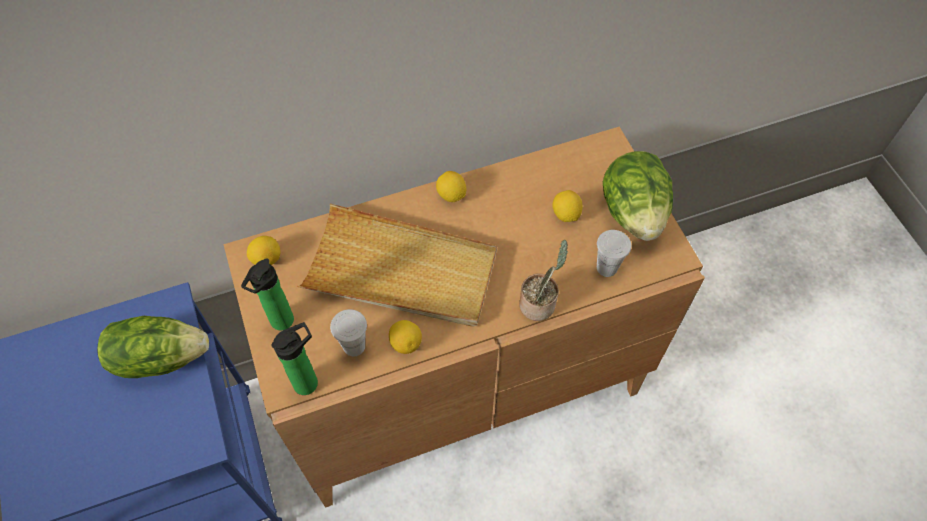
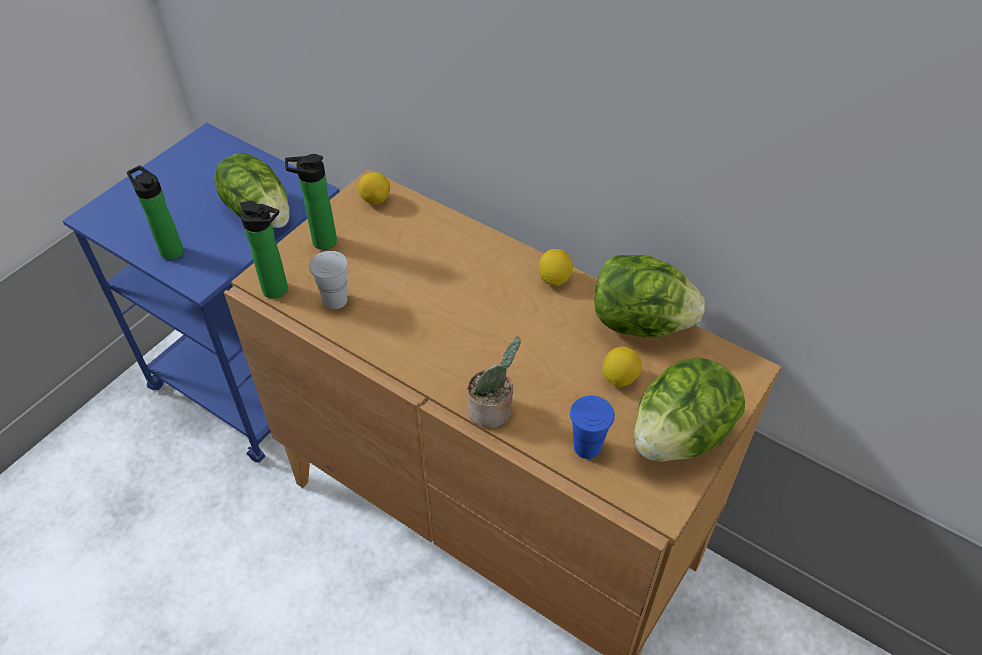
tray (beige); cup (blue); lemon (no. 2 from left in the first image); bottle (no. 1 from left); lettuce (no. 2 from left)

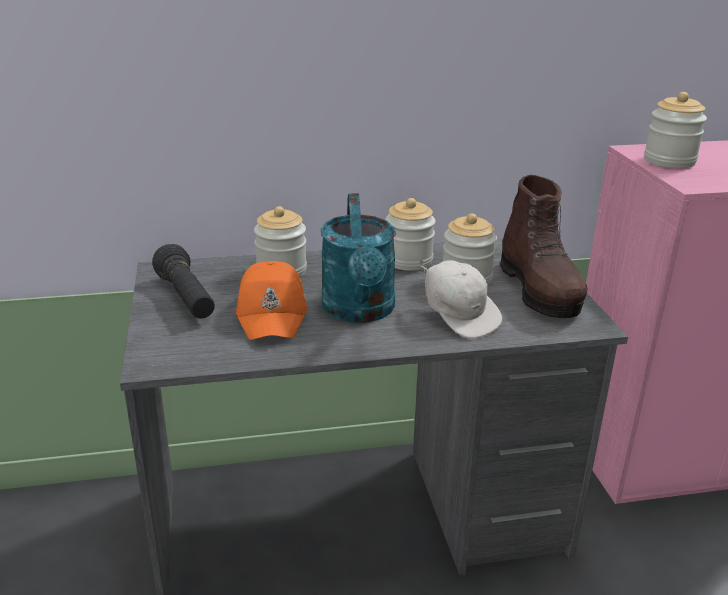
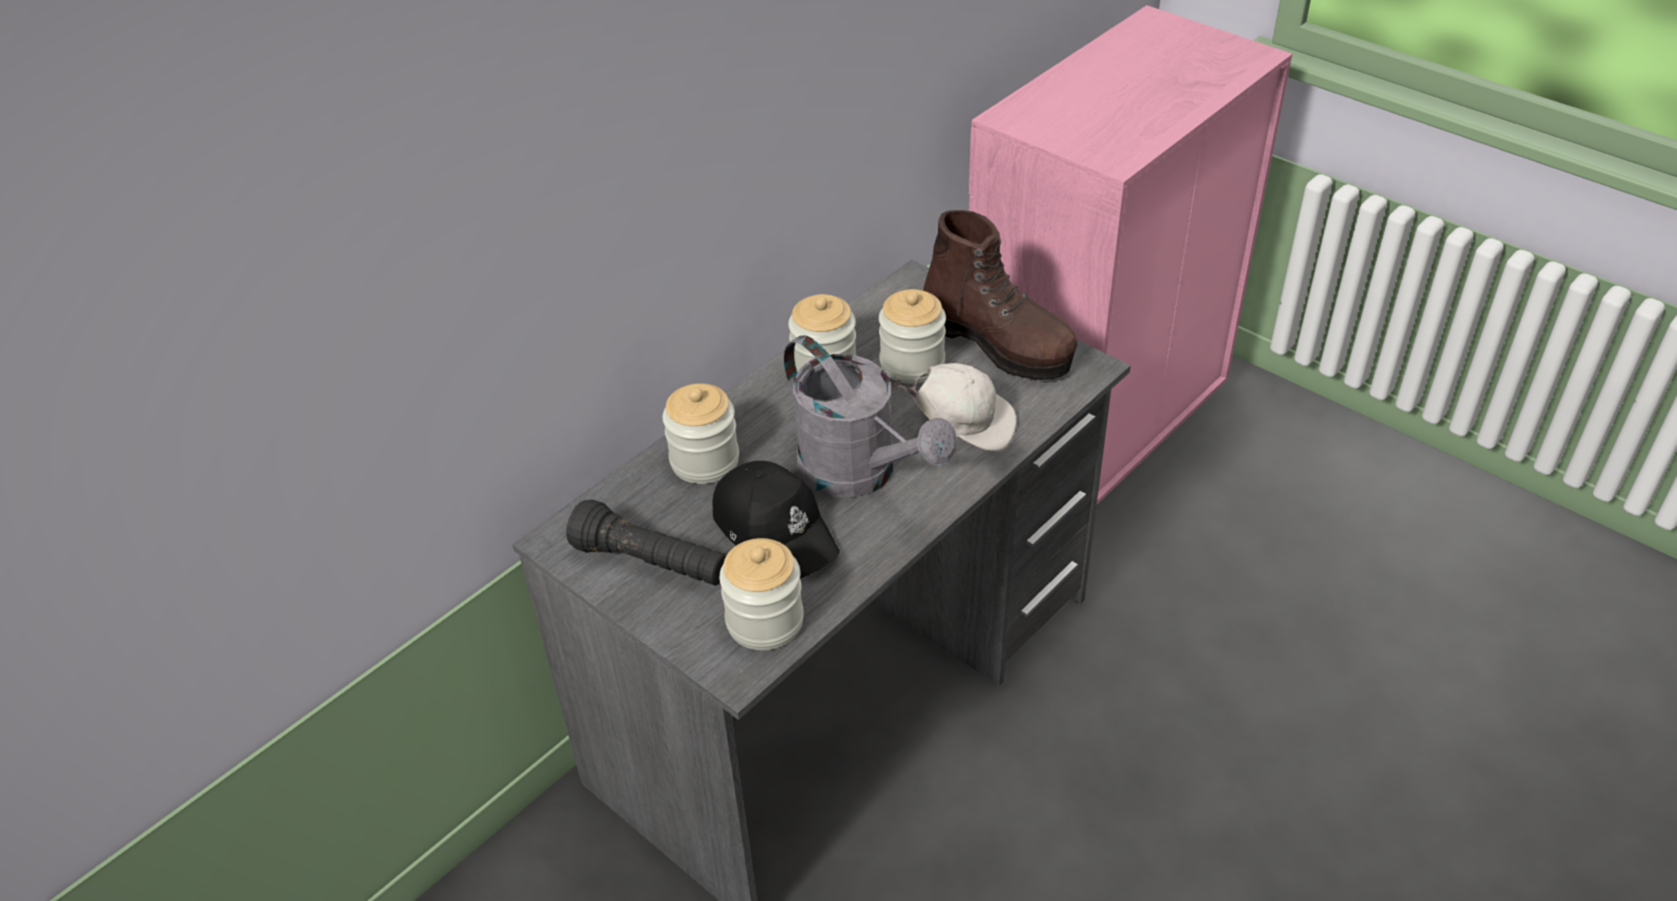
jar (no. 2 from left); watering can (grey); cap (black)

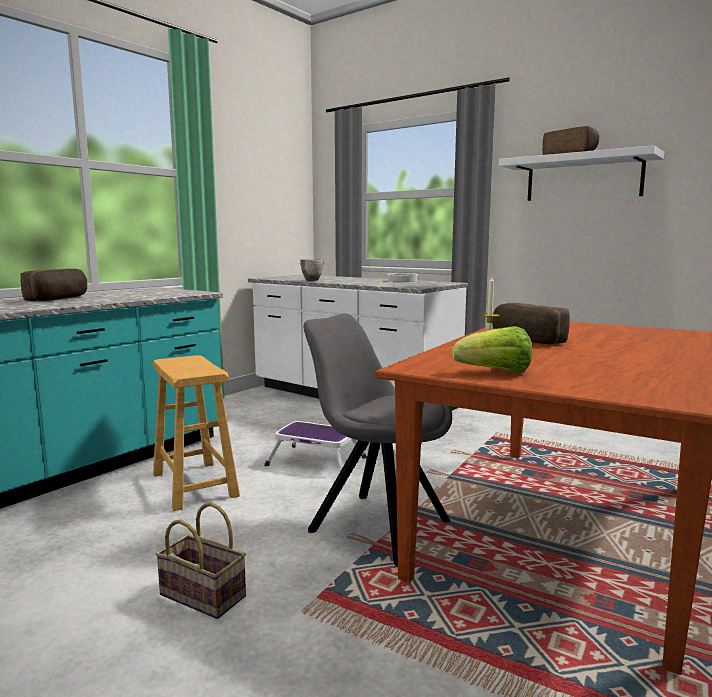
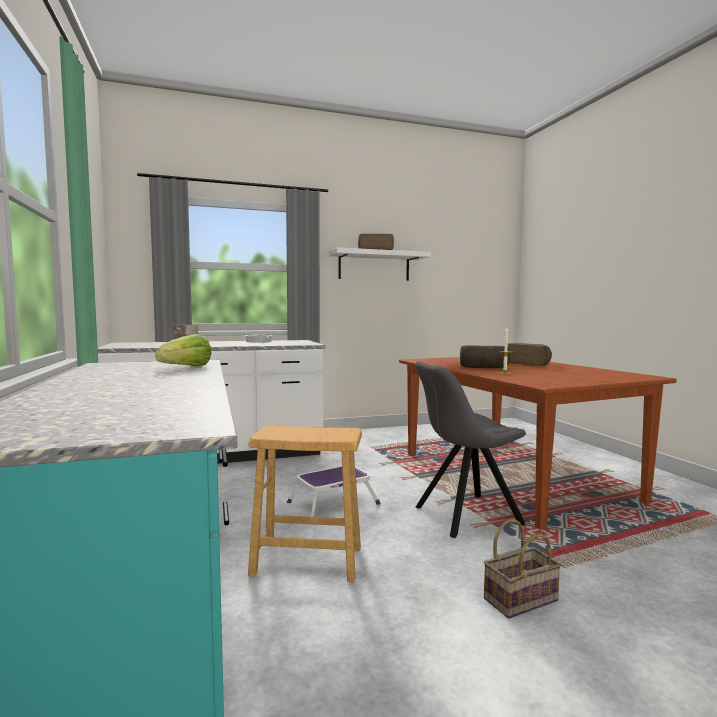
bread (no. 3 from left); lettuce

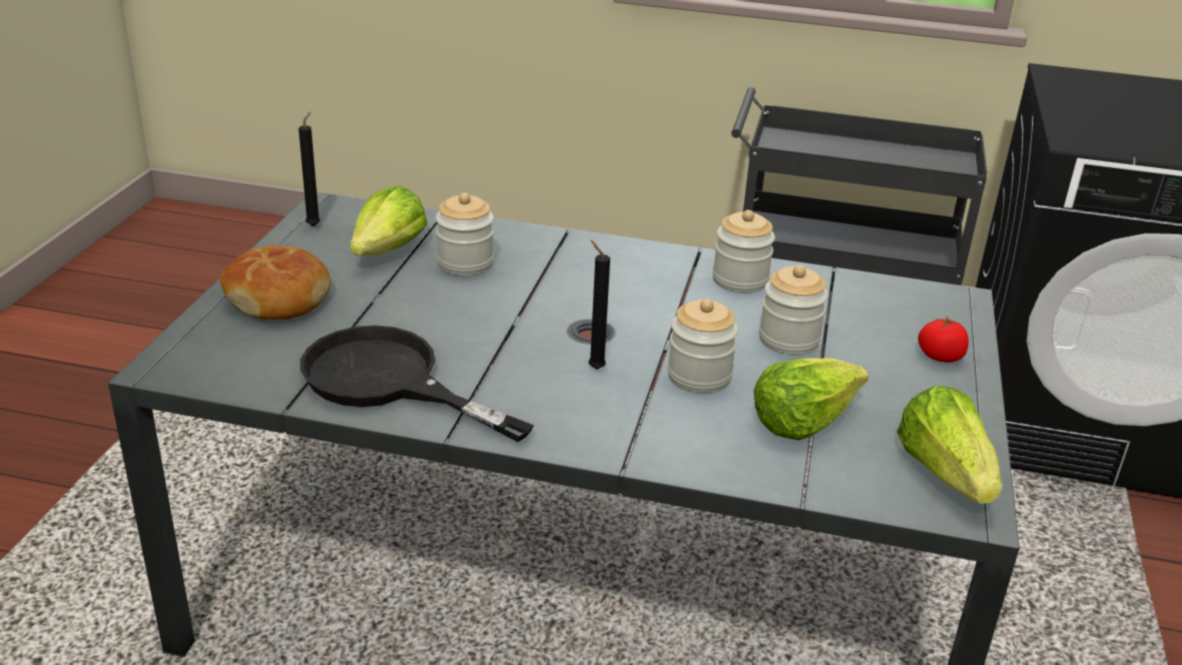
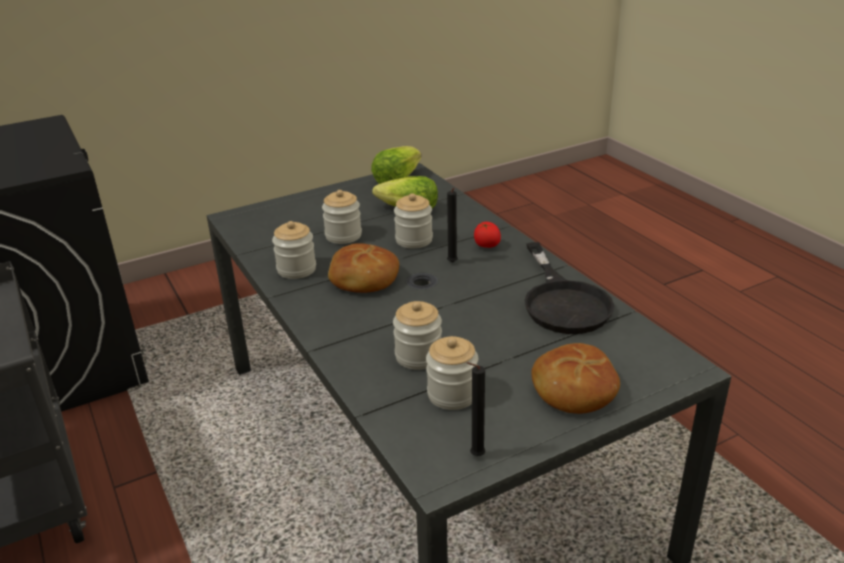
jar (no. 5 from left); tomato; bread (no. 1 from left)

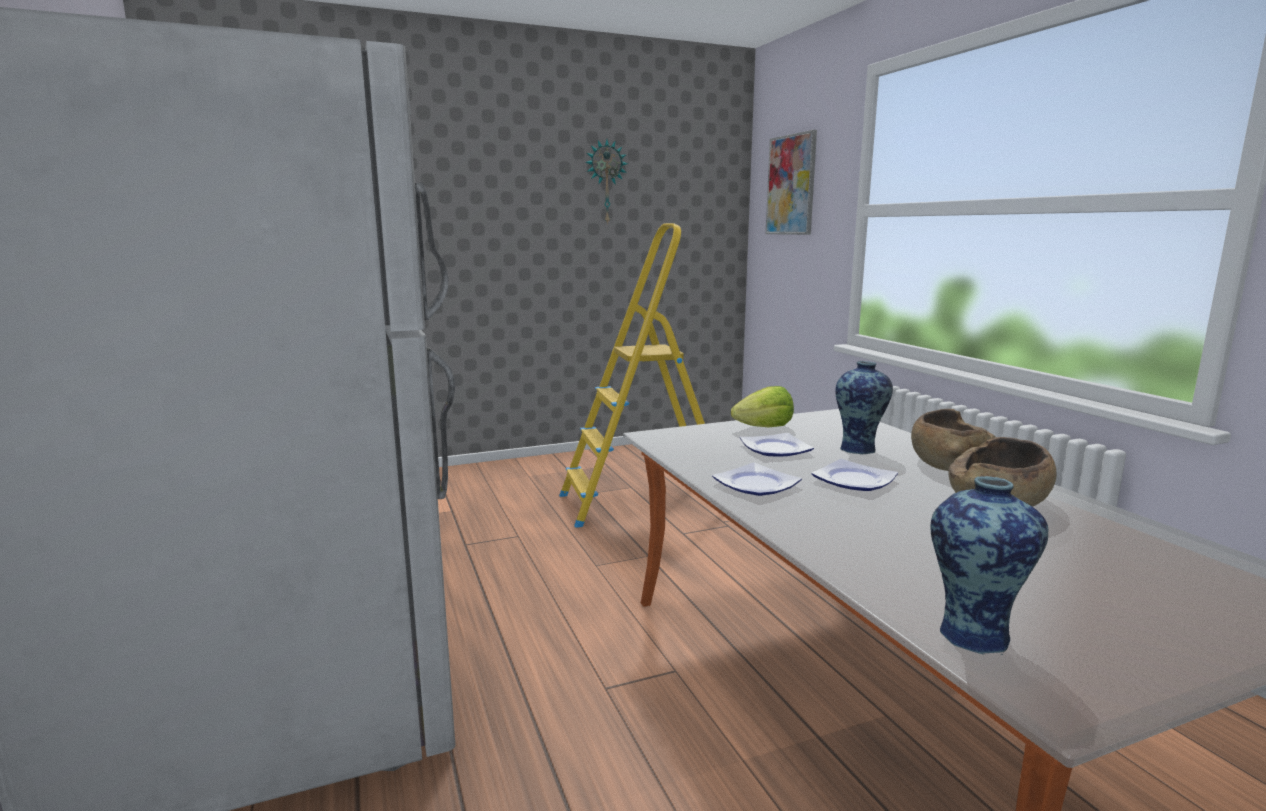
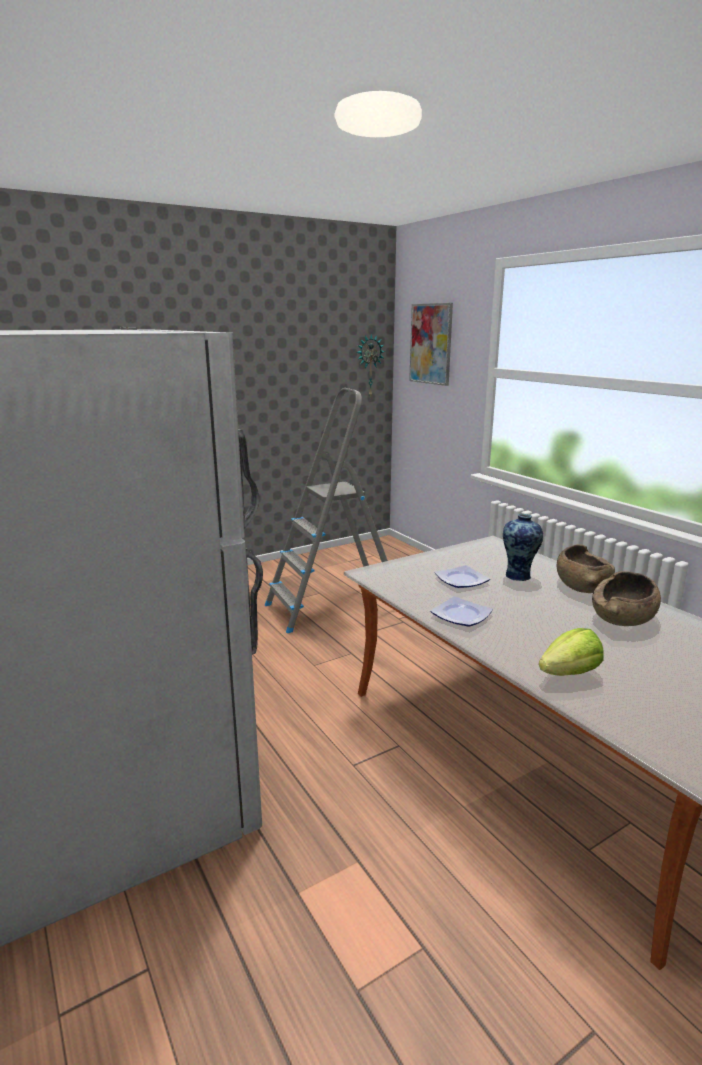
wall clock; step ladder (grey); lettuce; plate (no. 3 from left in the first image); vase (no. 2 from left in the first image)

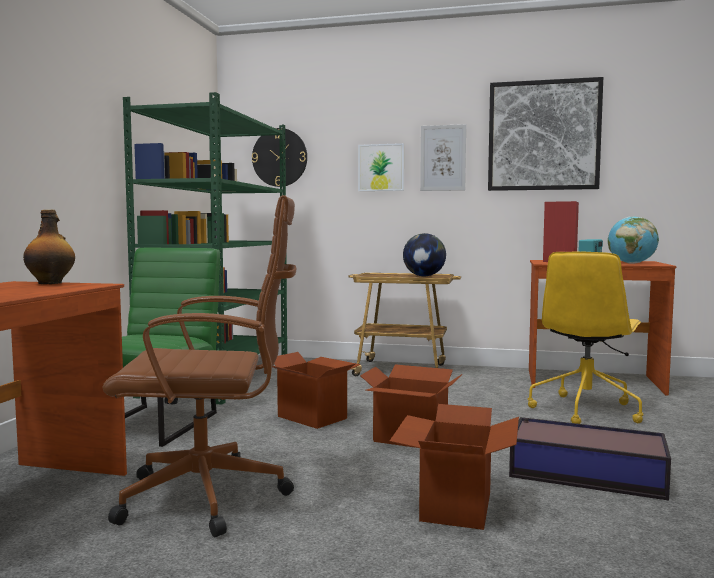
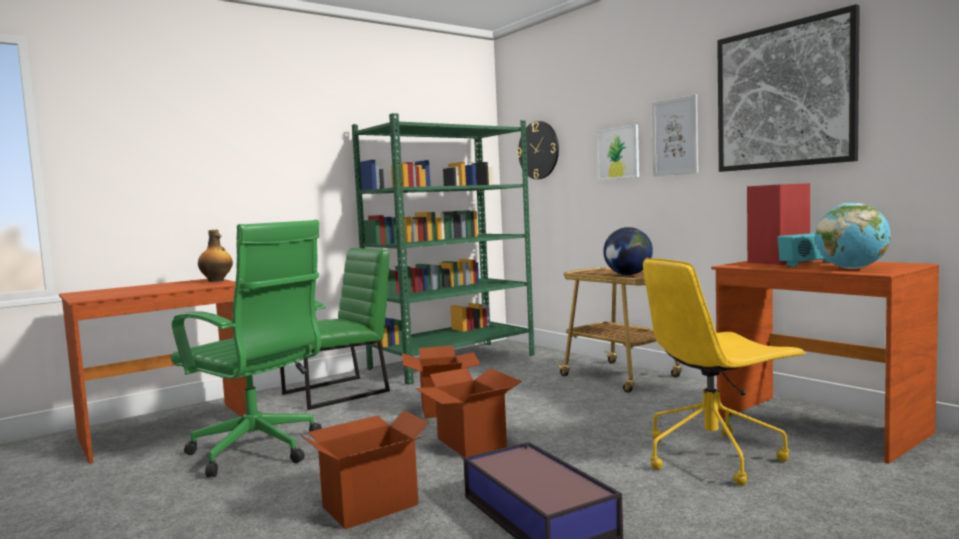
office chair (green)

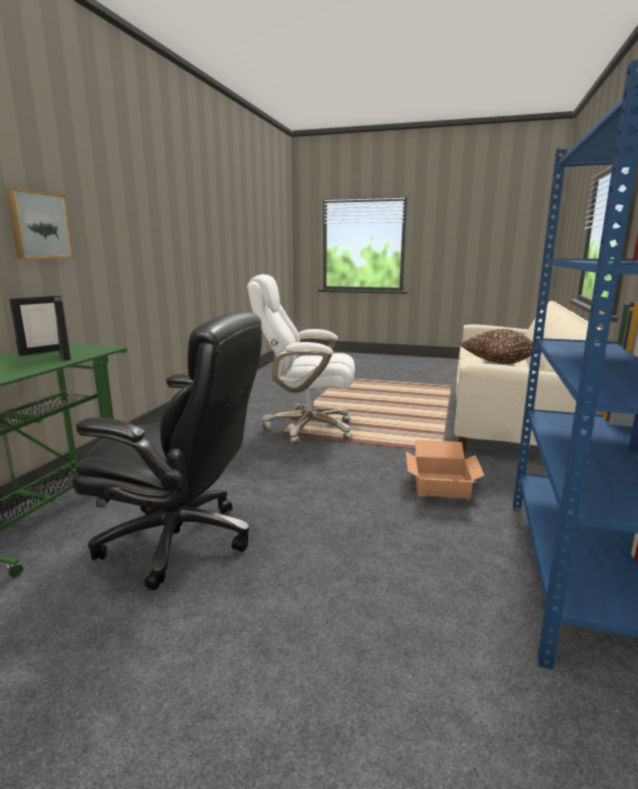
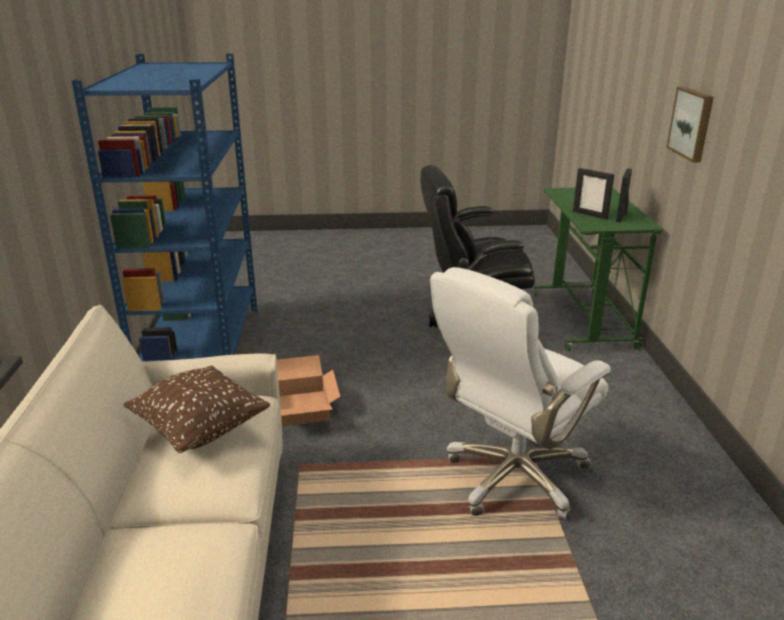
office chair (white)

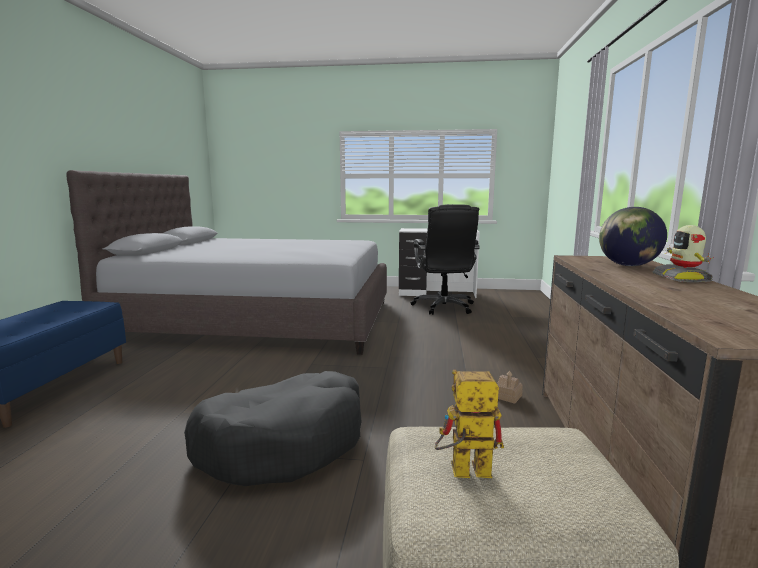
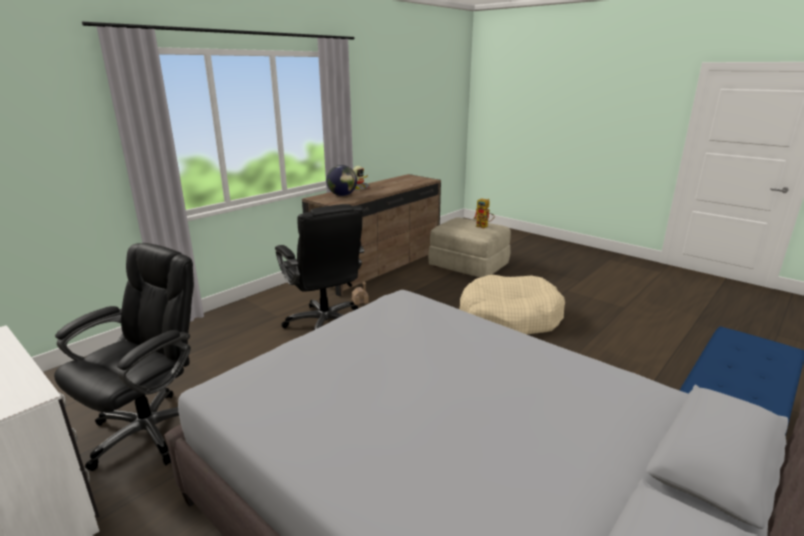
dog bed (beige); office chair (black) (no. 2 from left)

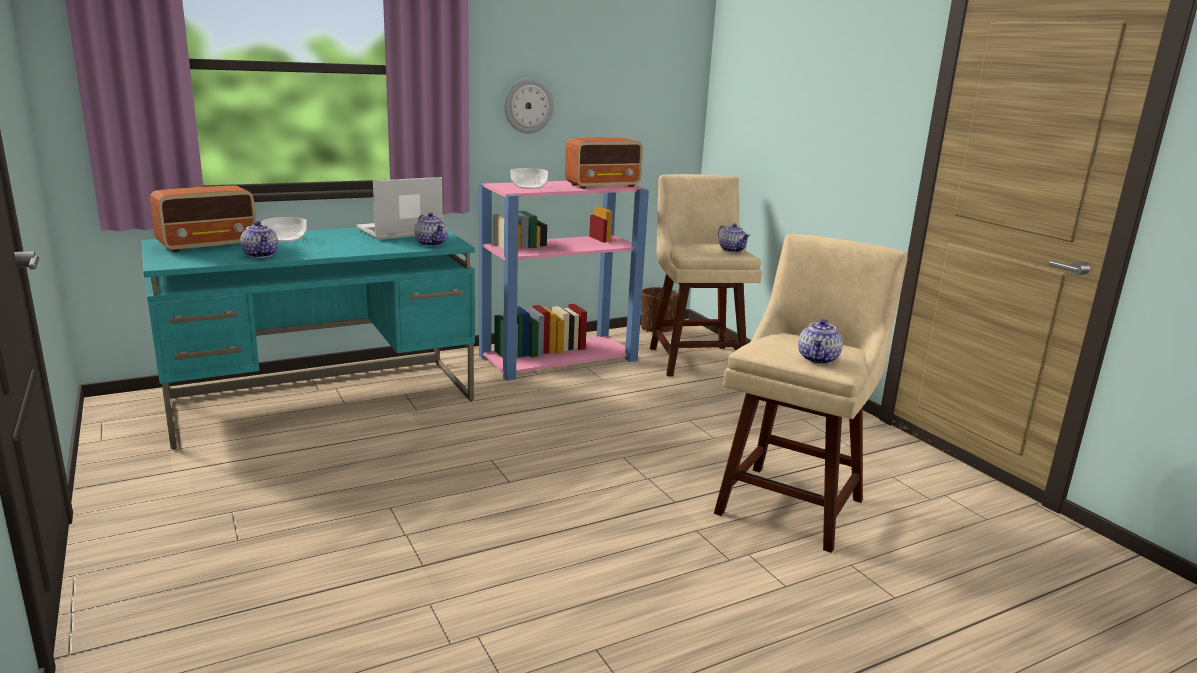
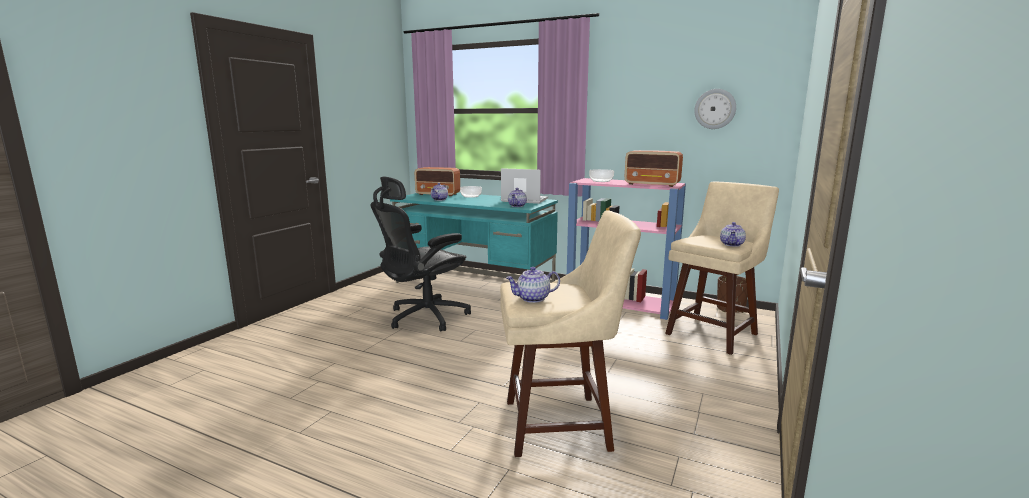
wall clock; office chair

